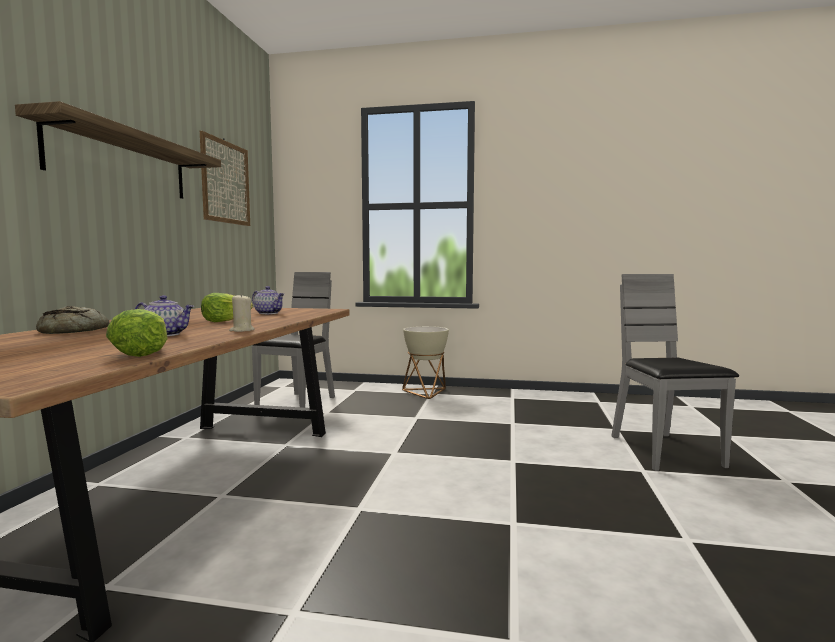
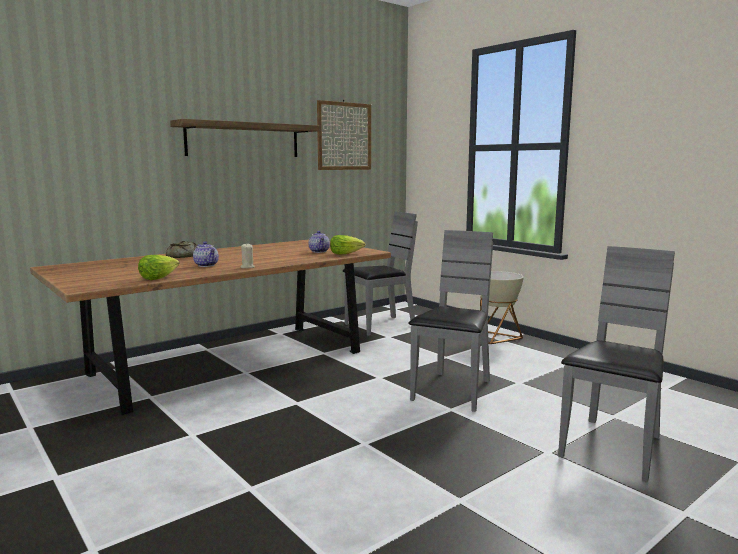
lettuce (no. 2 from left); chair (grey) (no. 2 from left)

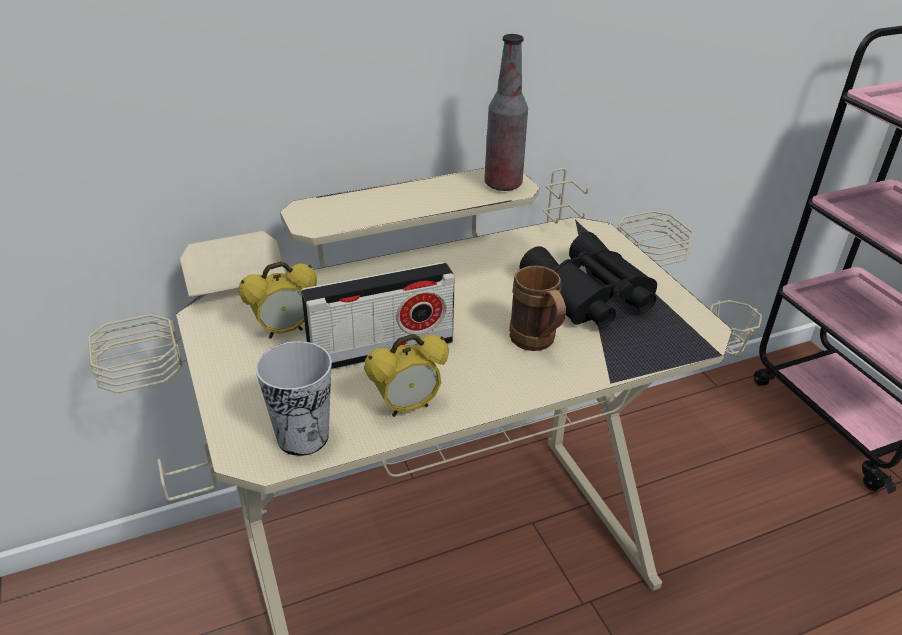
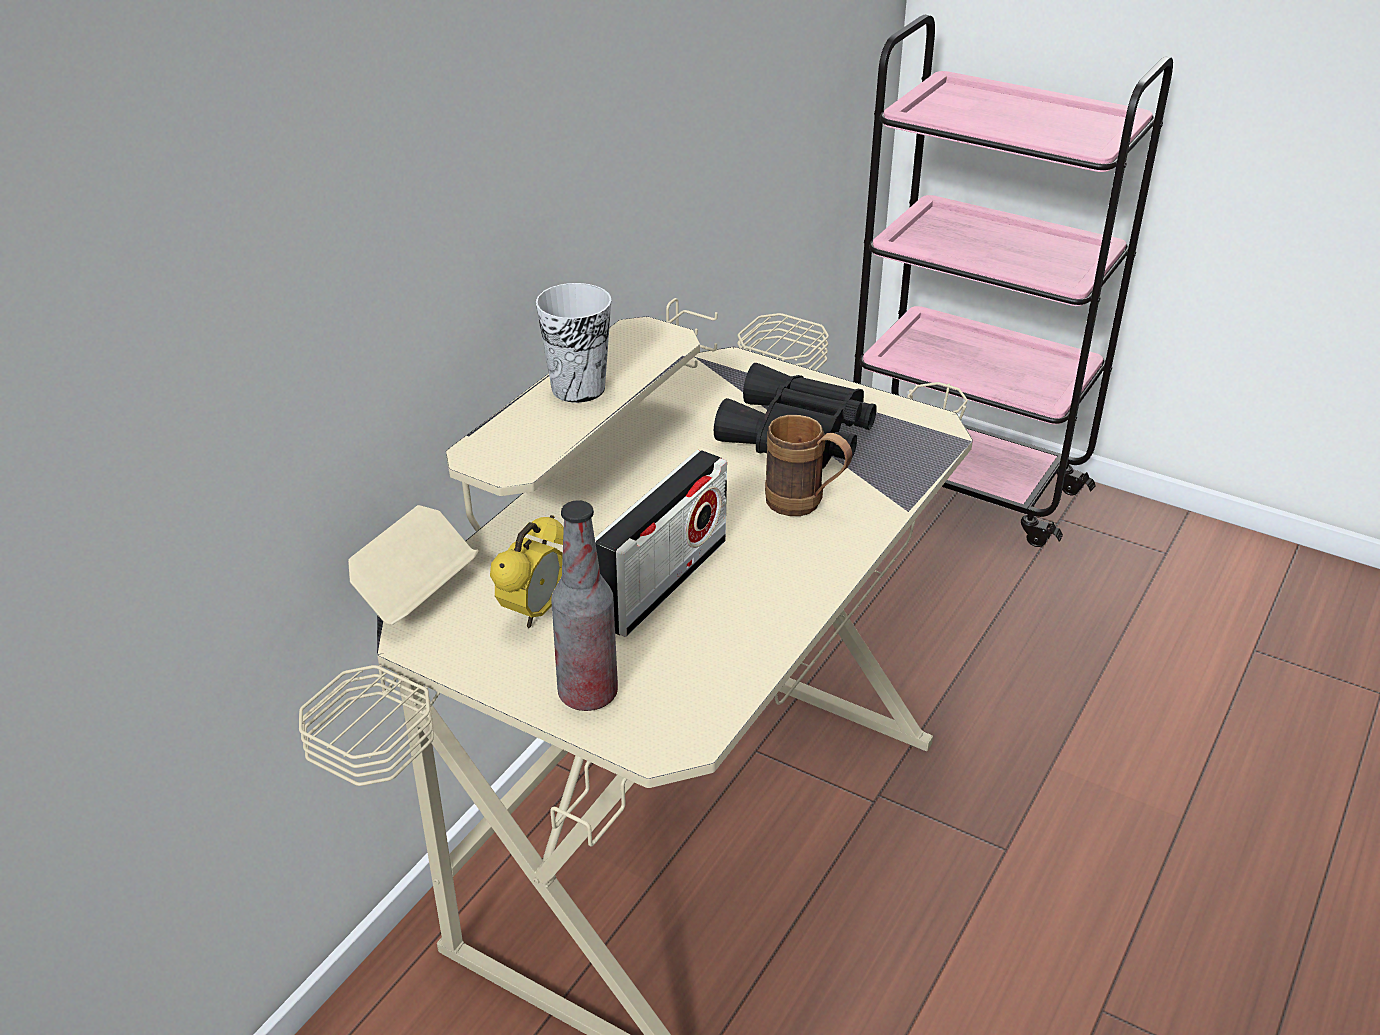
bottle; alarm clock (no. 2 from left in the first image); cup

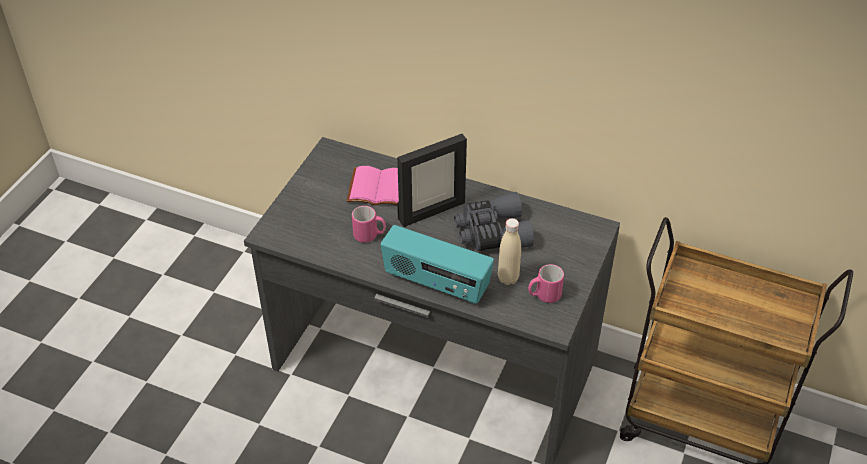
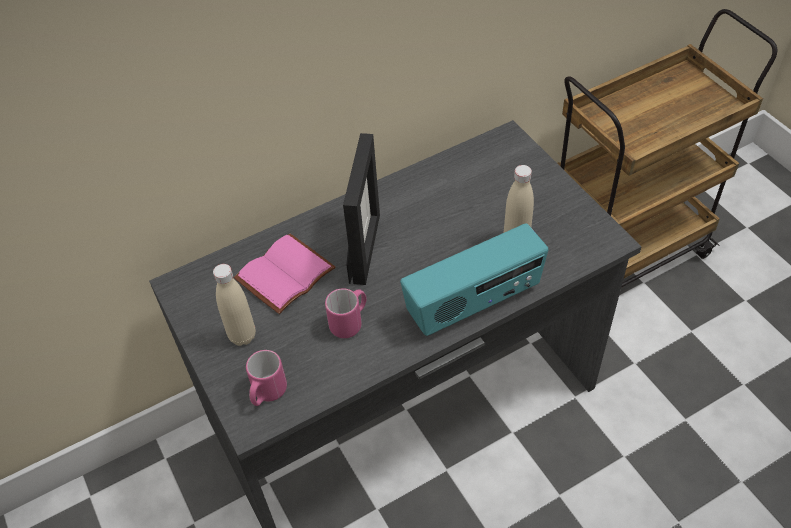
binoculars (grey); mug (pink) (no. 1 from left); bottle (beige) (no. 1 from left)

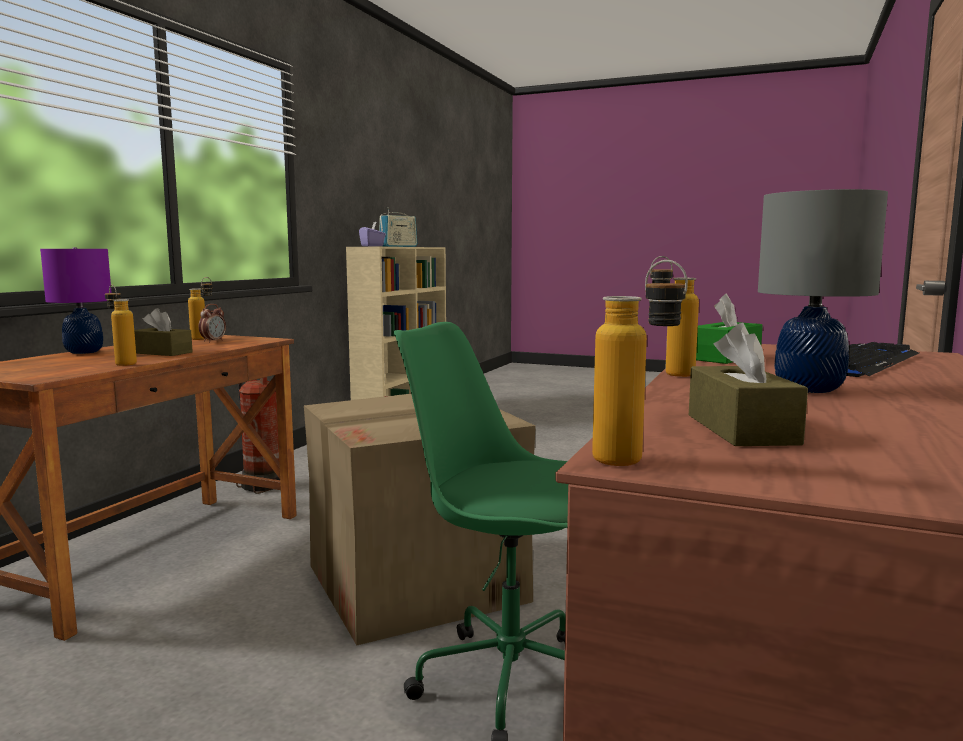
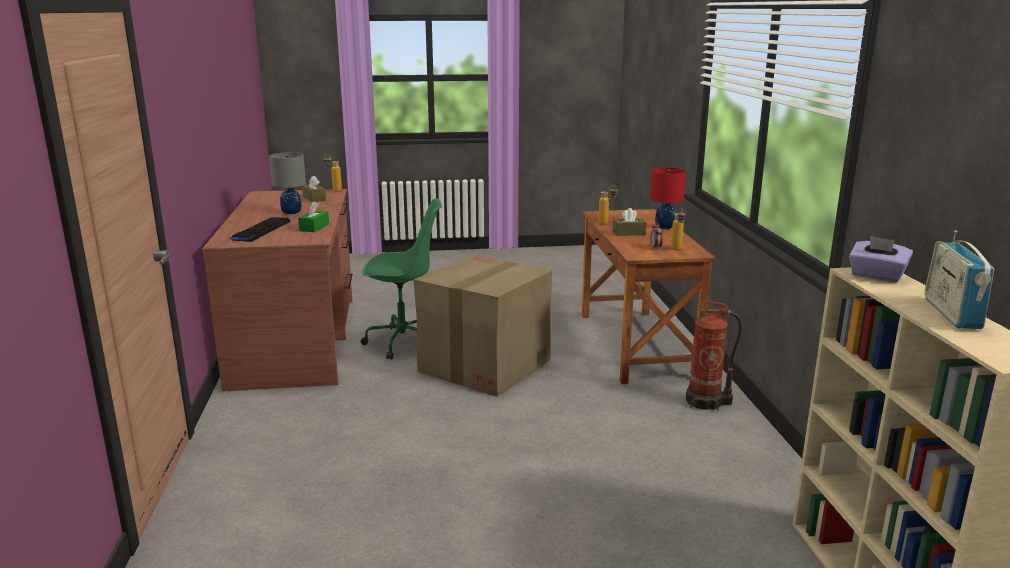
table lamp (red); bottle (no. 4 from left in the first image)

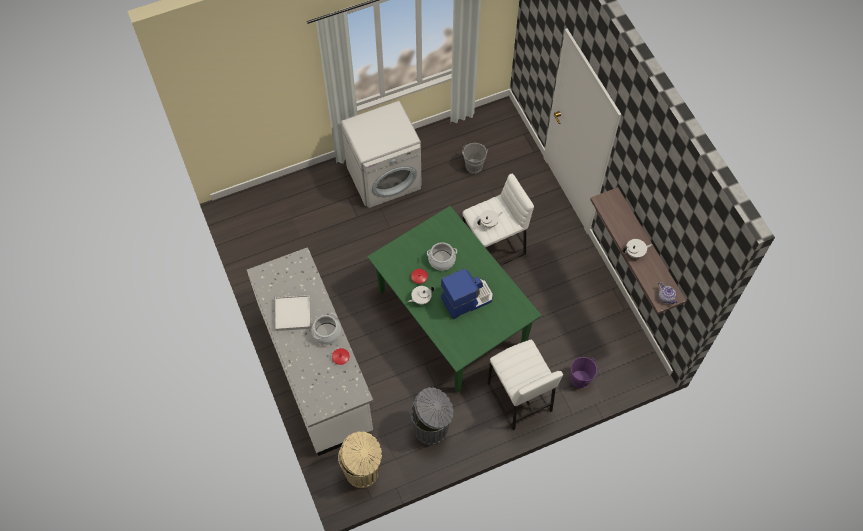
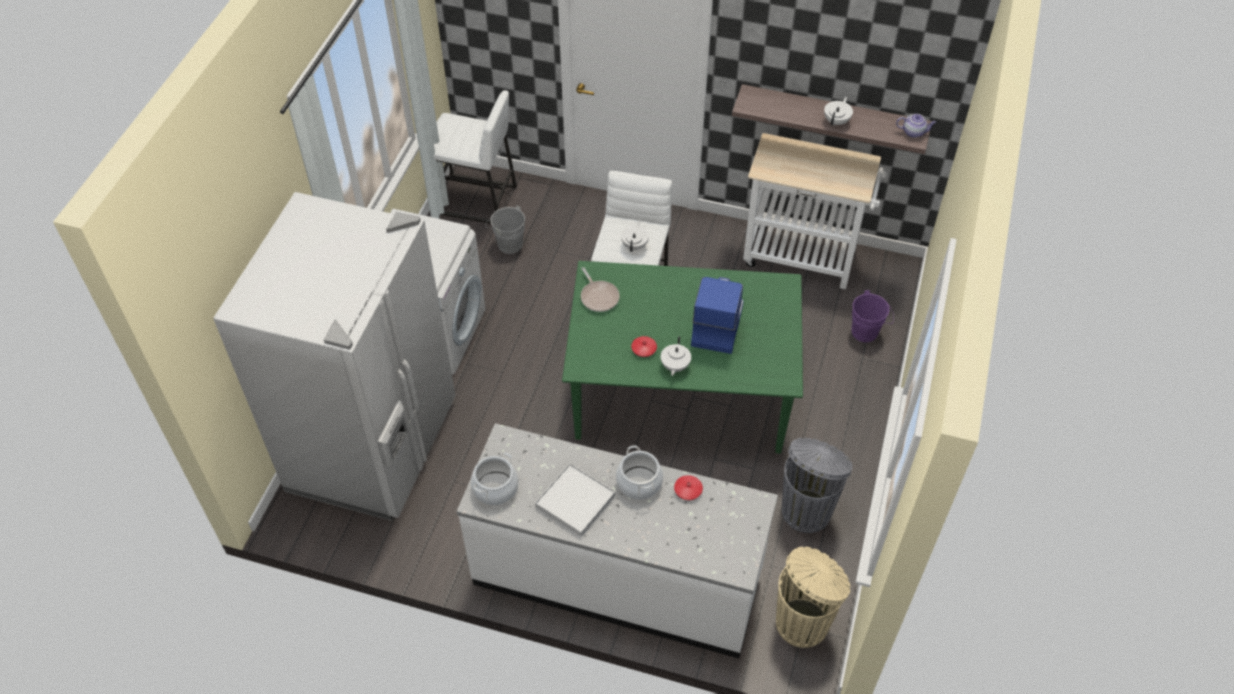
cooking pot (no. 1 from left); stool (white) (no. 1 from left); cart (white); fridge (white); frying pan

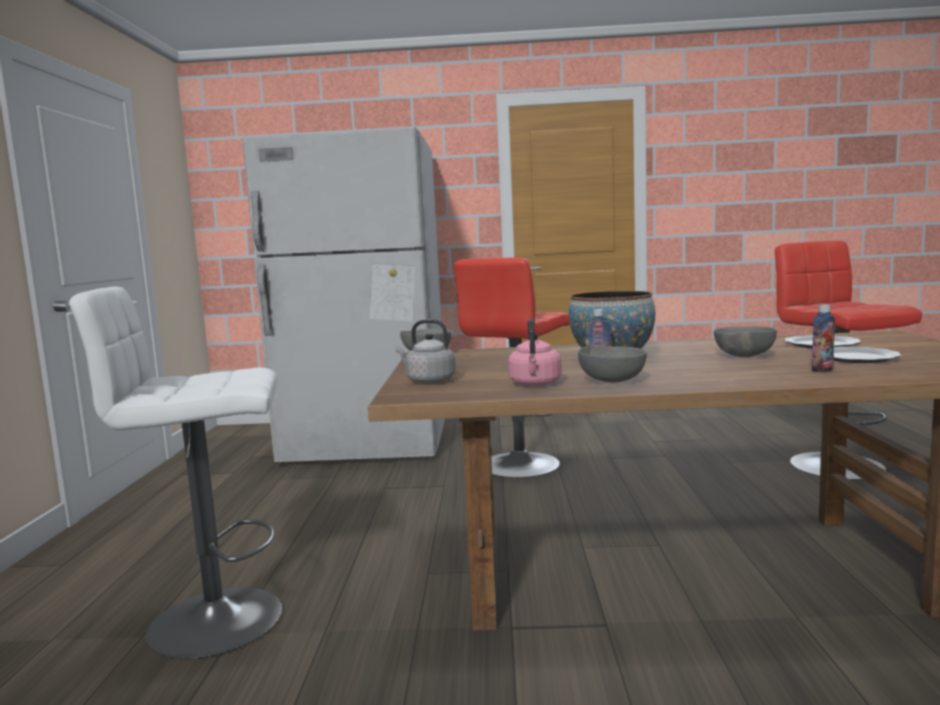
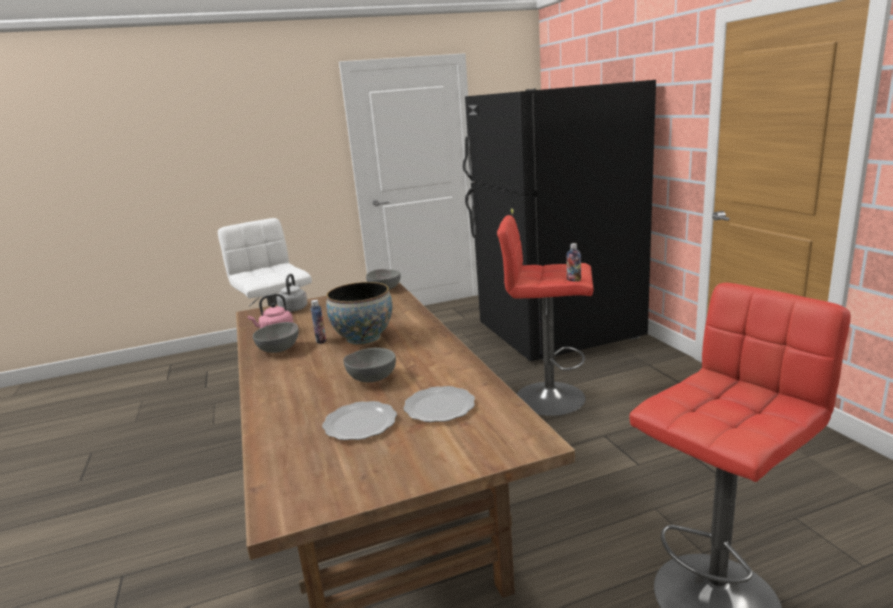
fridge (black); bottle (no. 2 from left)

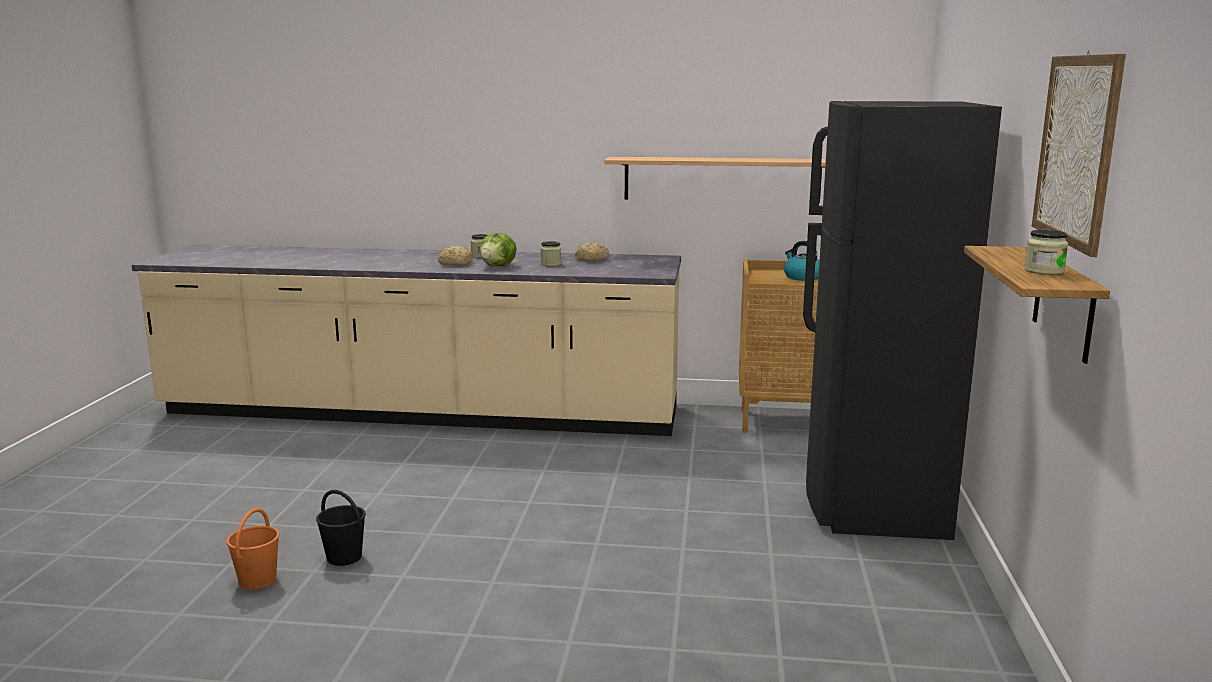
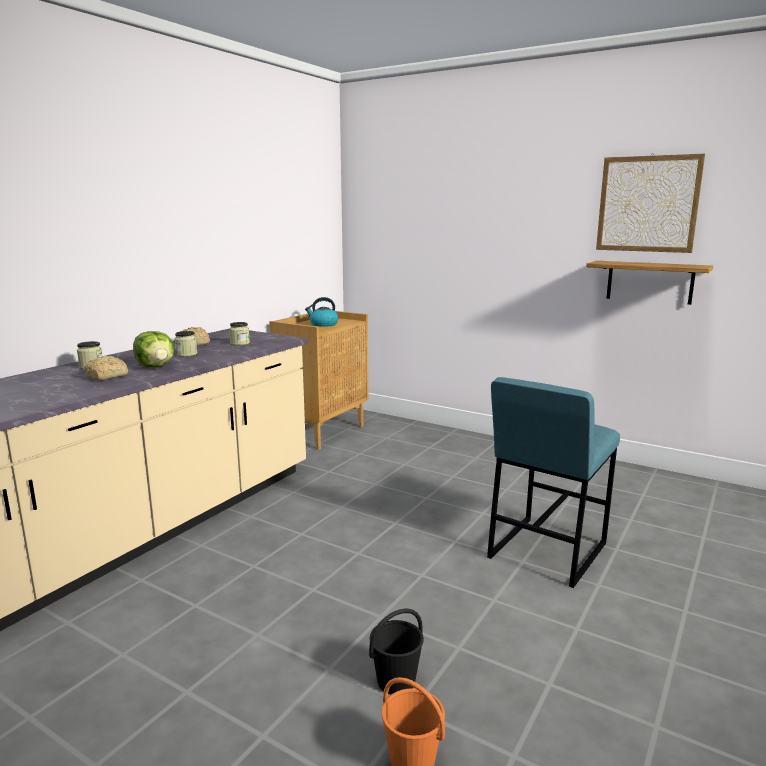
fridge (black); shelf (no. 1 from left in the first image); jar (no. 3 from left); stool (blue)

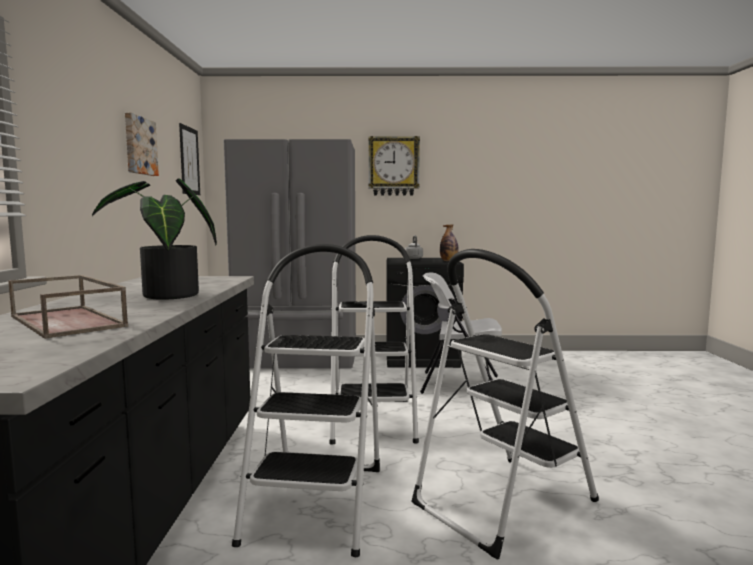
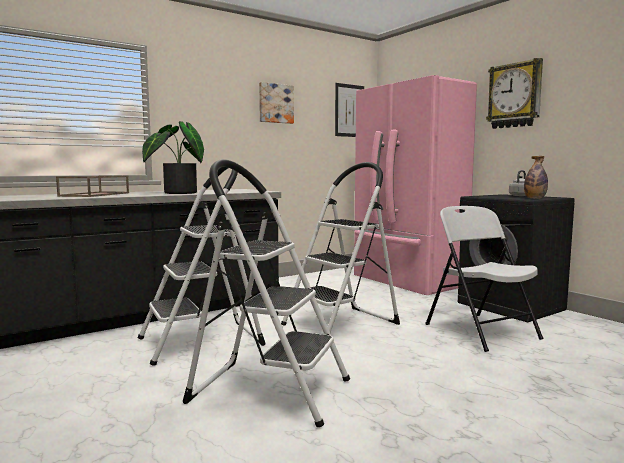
fridge (pink)

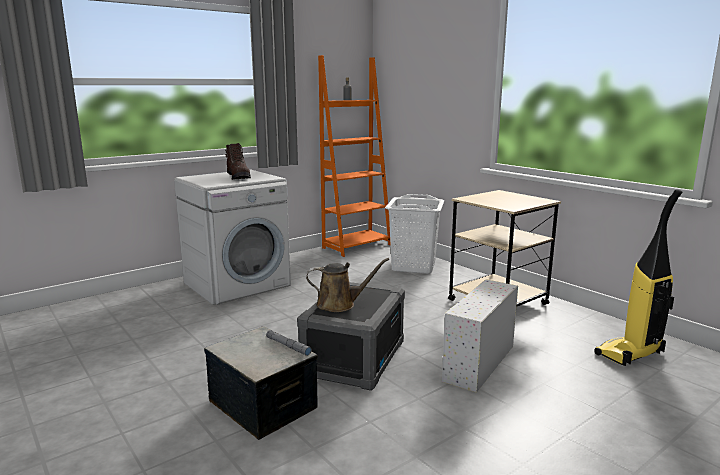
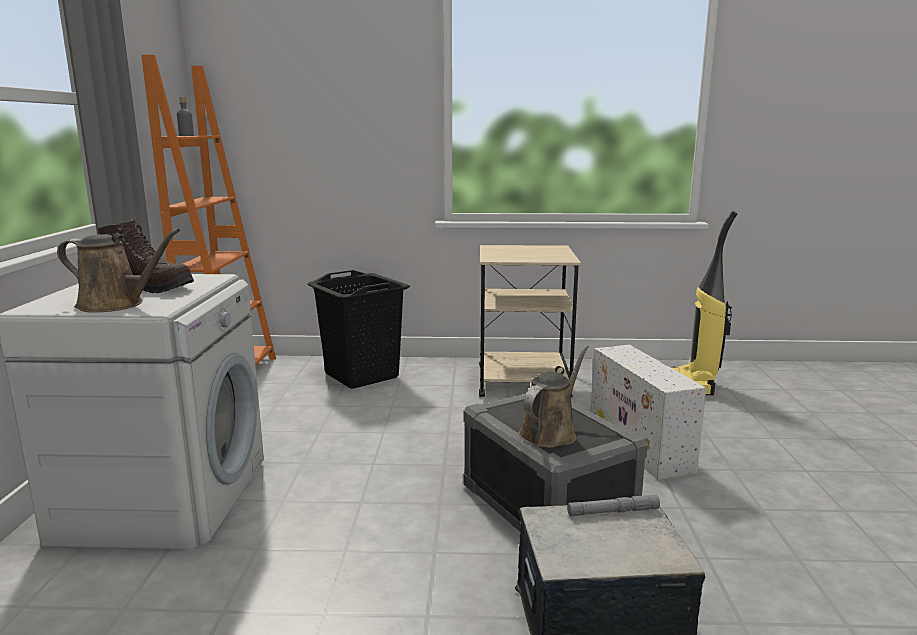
laundry basket (black); watering can (brown) (no. 1 from left)

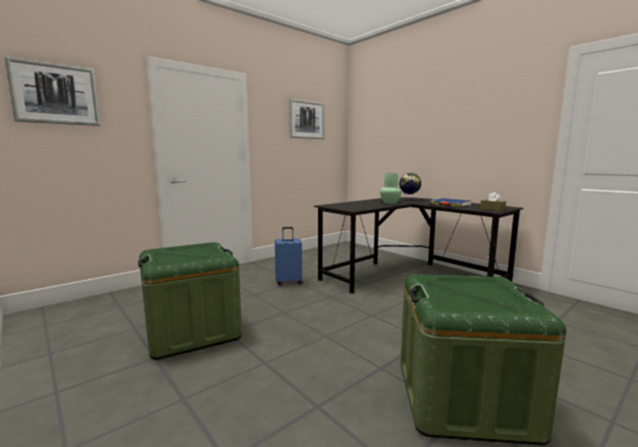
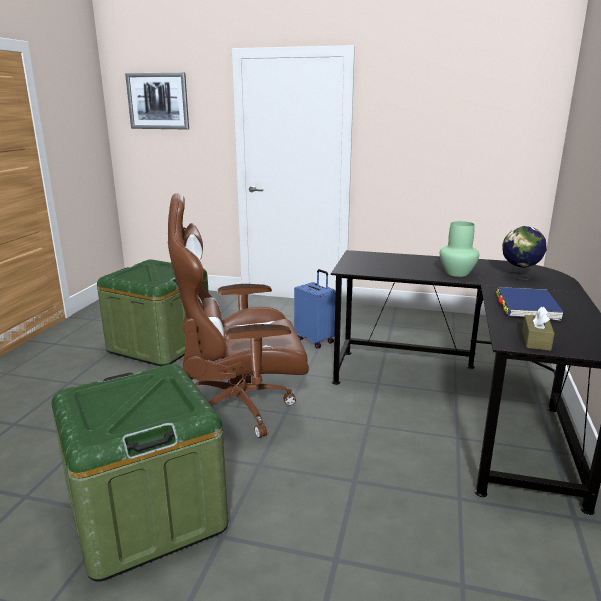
picture (no. 2 from left in the first image); office chair (brown)

